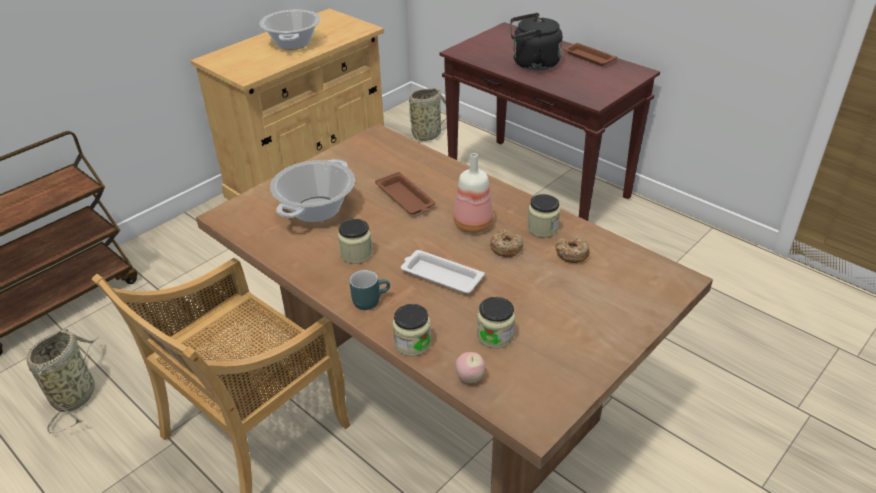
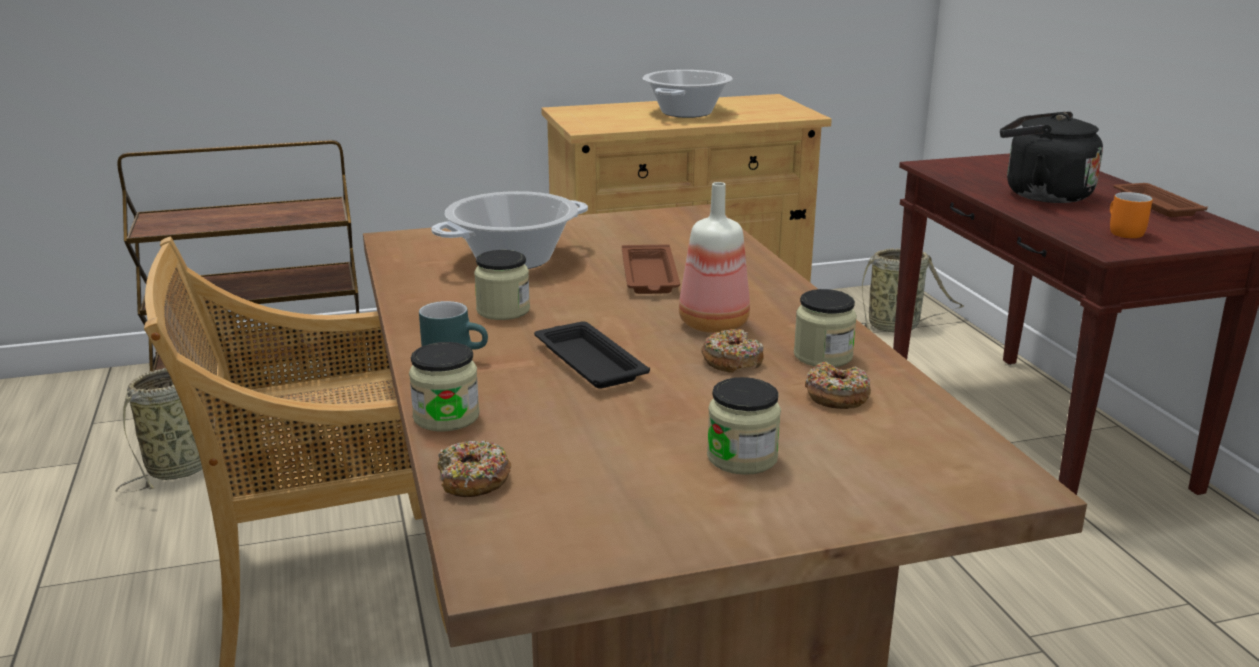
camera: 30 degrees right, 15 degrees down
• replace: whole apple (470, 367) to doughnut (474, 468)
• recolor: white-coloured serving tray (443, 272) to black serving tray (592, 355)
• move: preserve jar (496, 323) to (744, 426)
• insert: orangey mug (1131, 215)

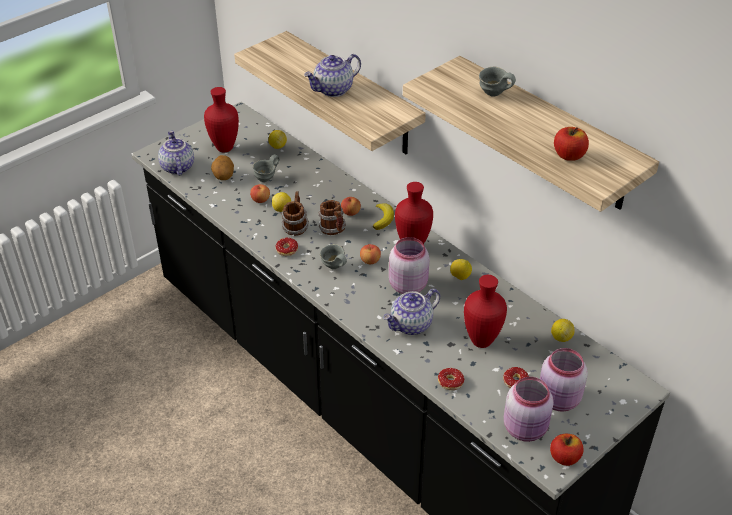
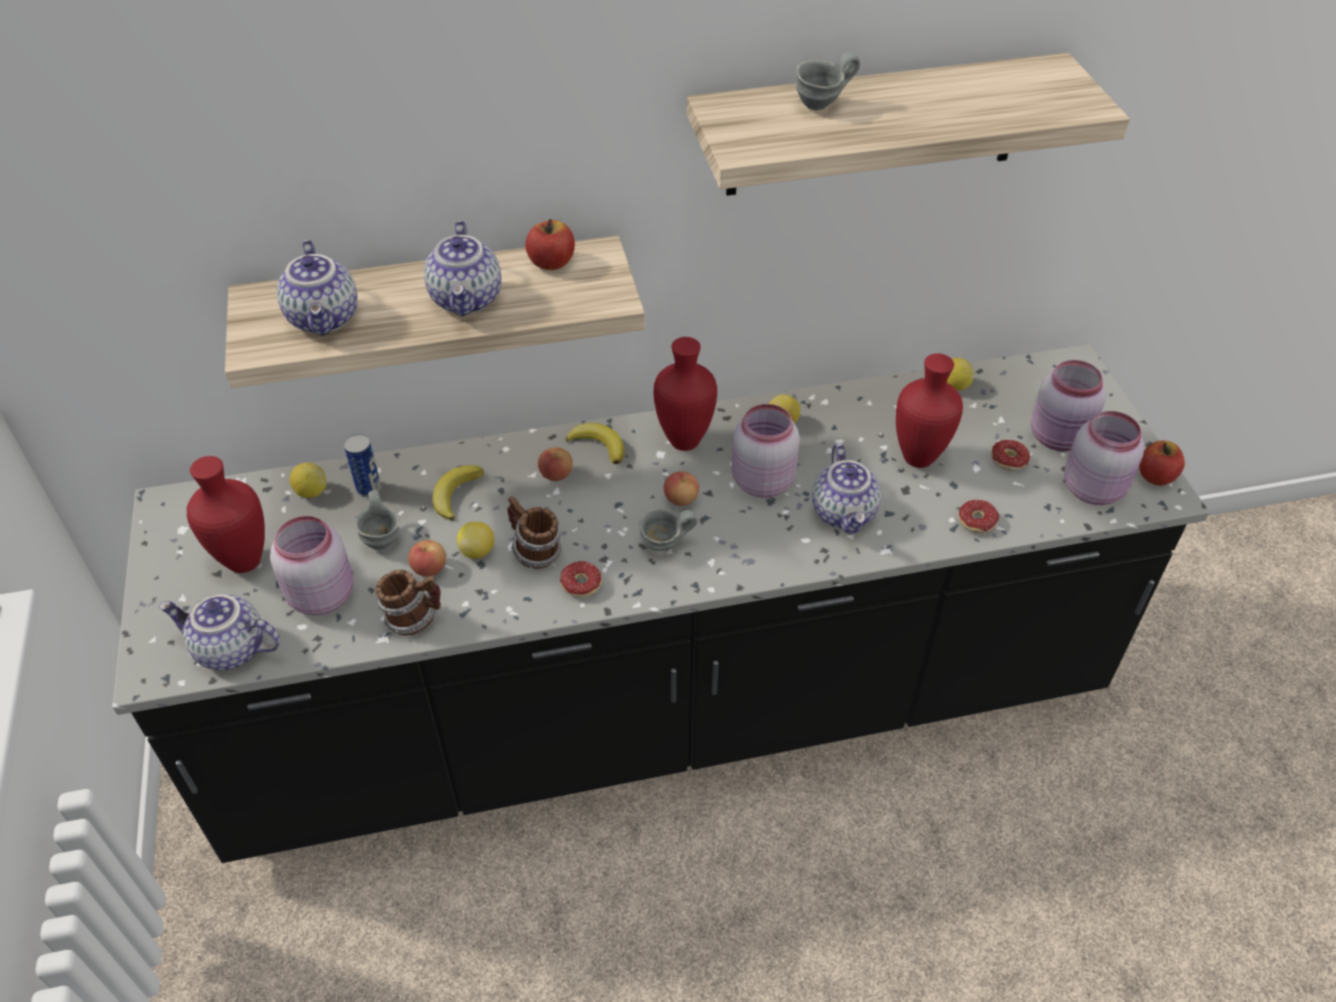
camera: 60 degrees left, 5 degrees up
• replace: potato (222, 167) to pink-coloured preserve jar (311, 566)
• insert: pot for tea (317, 287)
• insert: can (362, 465)
• move: mug (332, 217) to (408, 603)
• insert: whole banana (458, 493)
• move: whole apple (571, 144) to (550, 244)

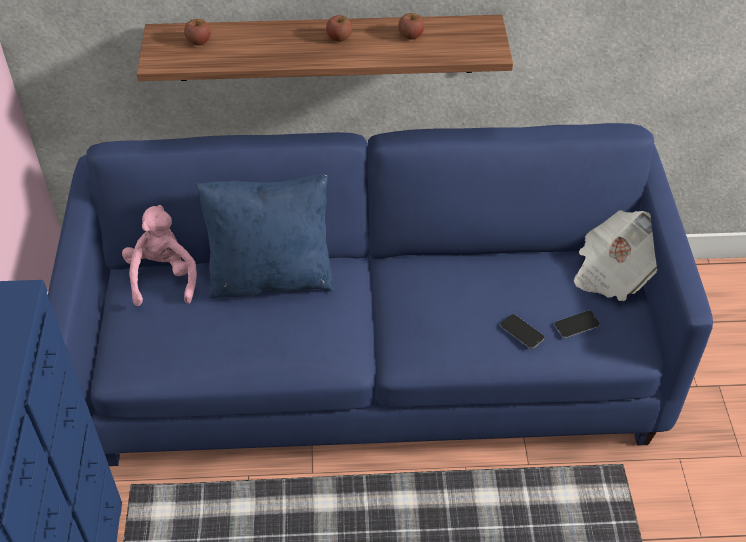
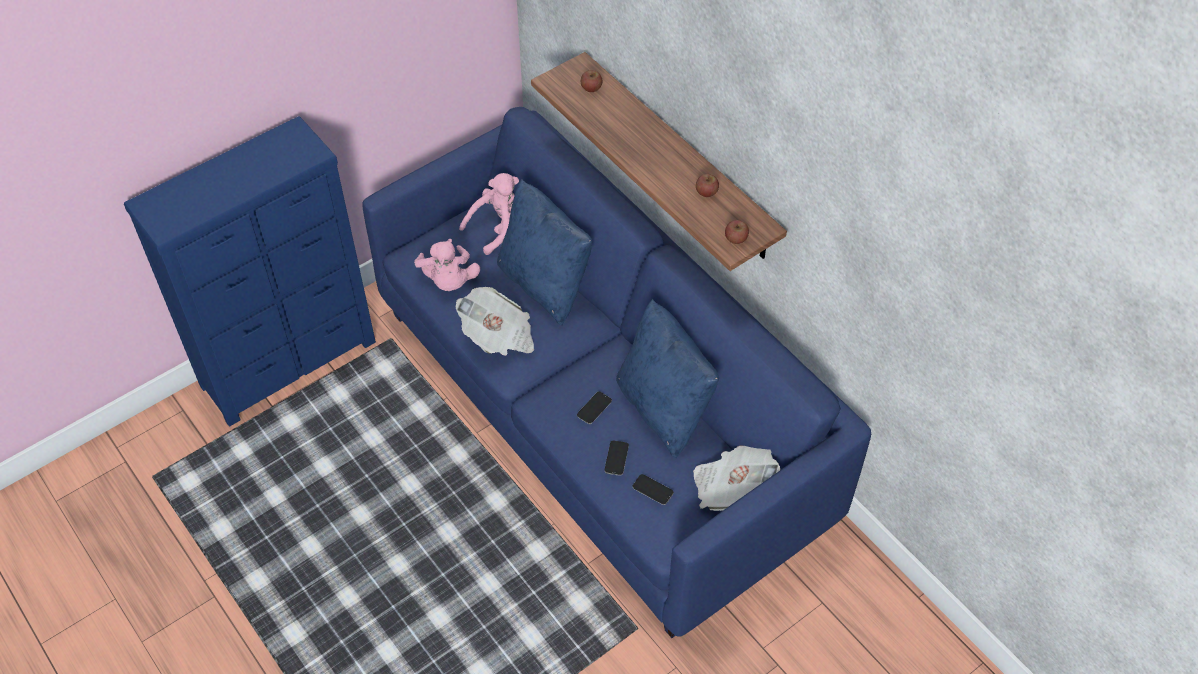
camera: 55 degrees right, 5 degrees up
• insert: pink-coloured cuddly toy (447, 265)
• insert: newspaper (495, 321)
• insert: phone (594, 407)
• insert: blue-coloured throw pillow (667, 379)
• move: whole apple (339, 28) to (737, 232)

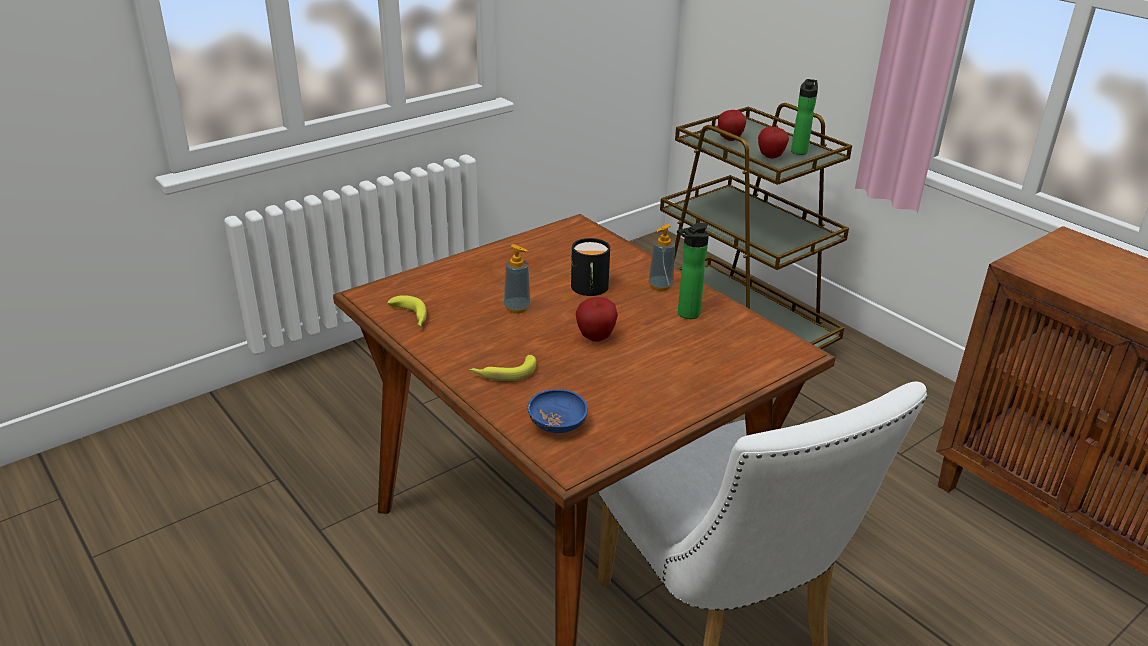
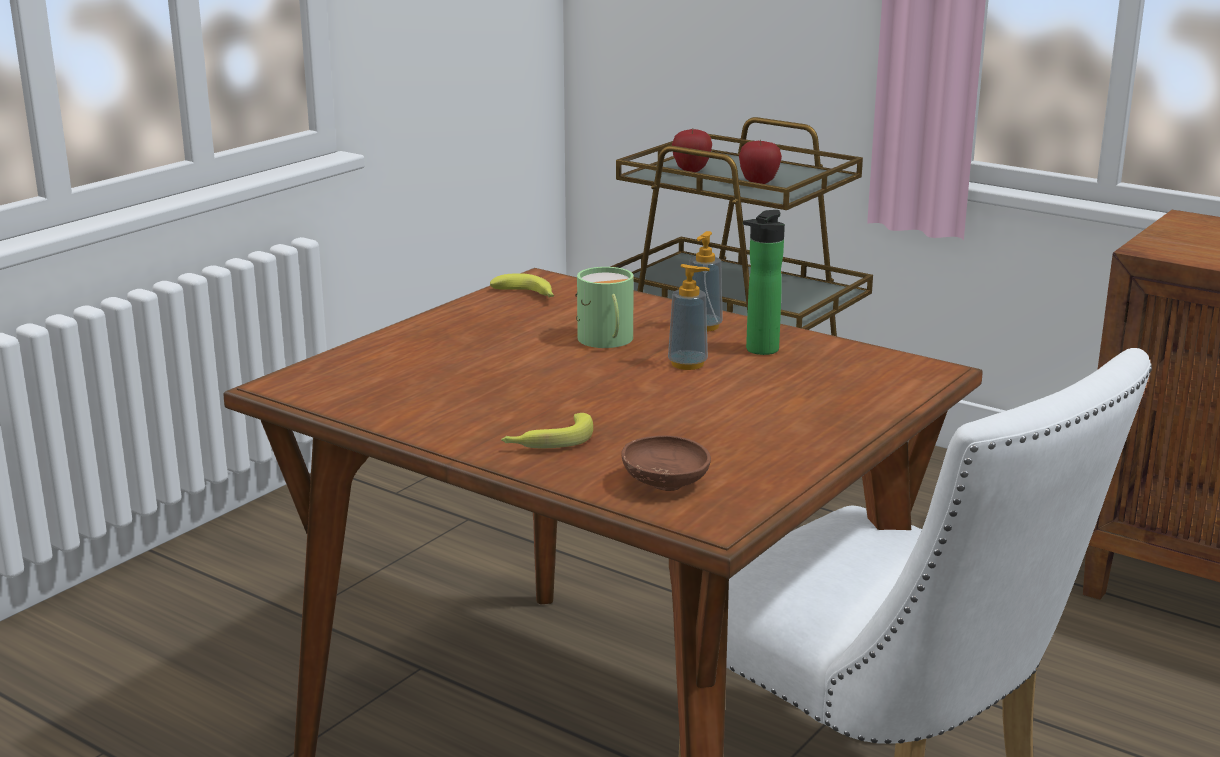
camera: 15 degrees left, 10 degrees down
• move: whole banana (407, 310) to (522, 285)
• recolor: black mug (590, 267) to green mug (605, 307)
• recolor: blue-coloured deep dish (558, 411) to brownish deep dish (666, 463)
• move: soap bottle (517, 279) to (689, 317)
• delete: whole apple (597, 319)
• delete: drink bottle (804, 117)

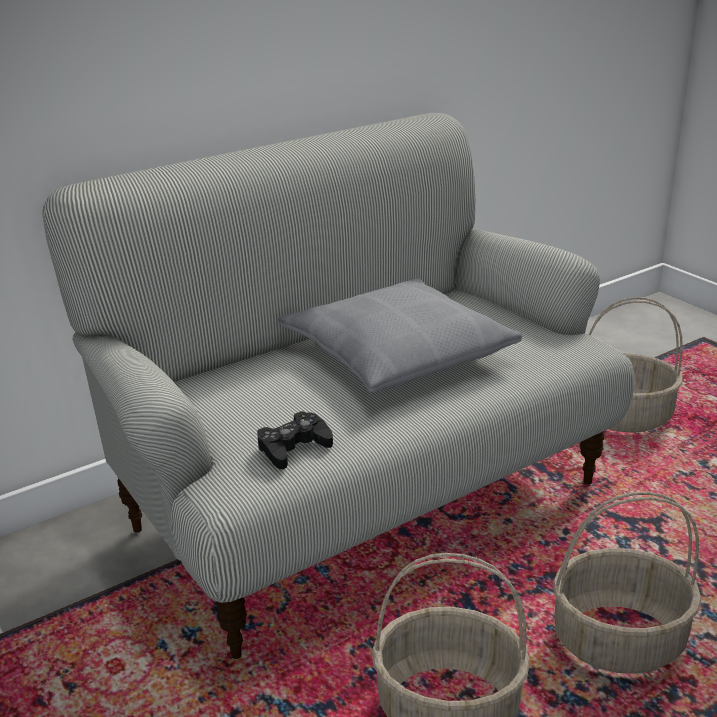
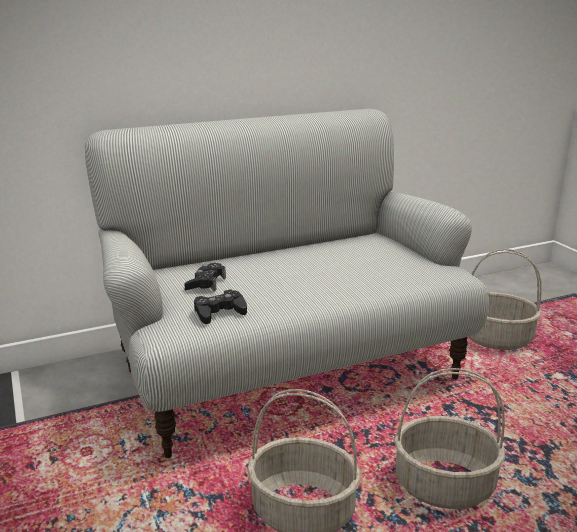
camera: 10 degrees right, 5 degrees down
• insert: black gamepad (205, 277)
• delete: greyish throw pillow (400, 335)

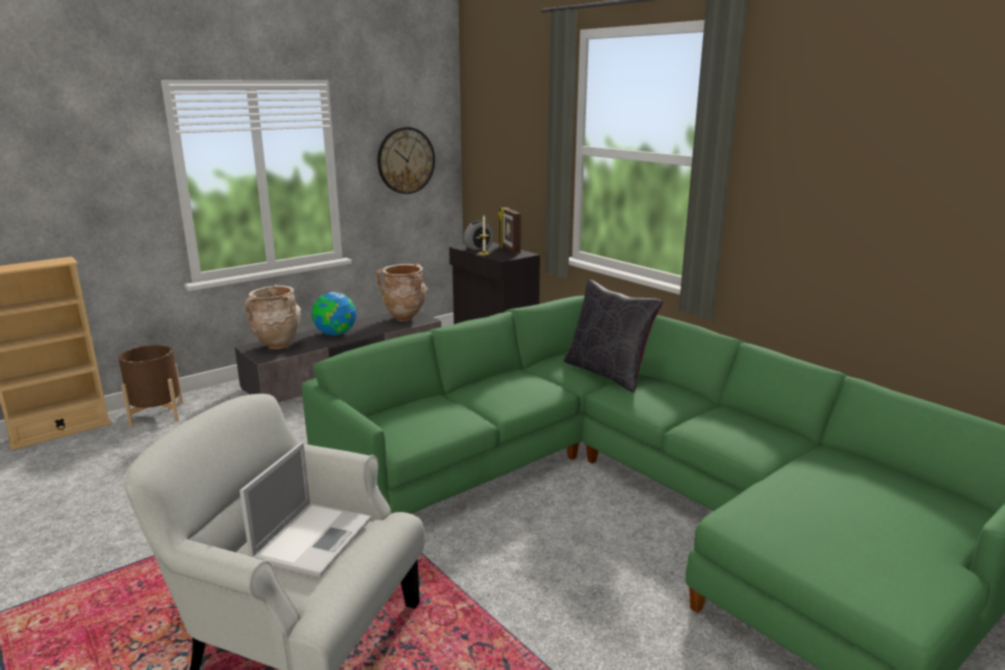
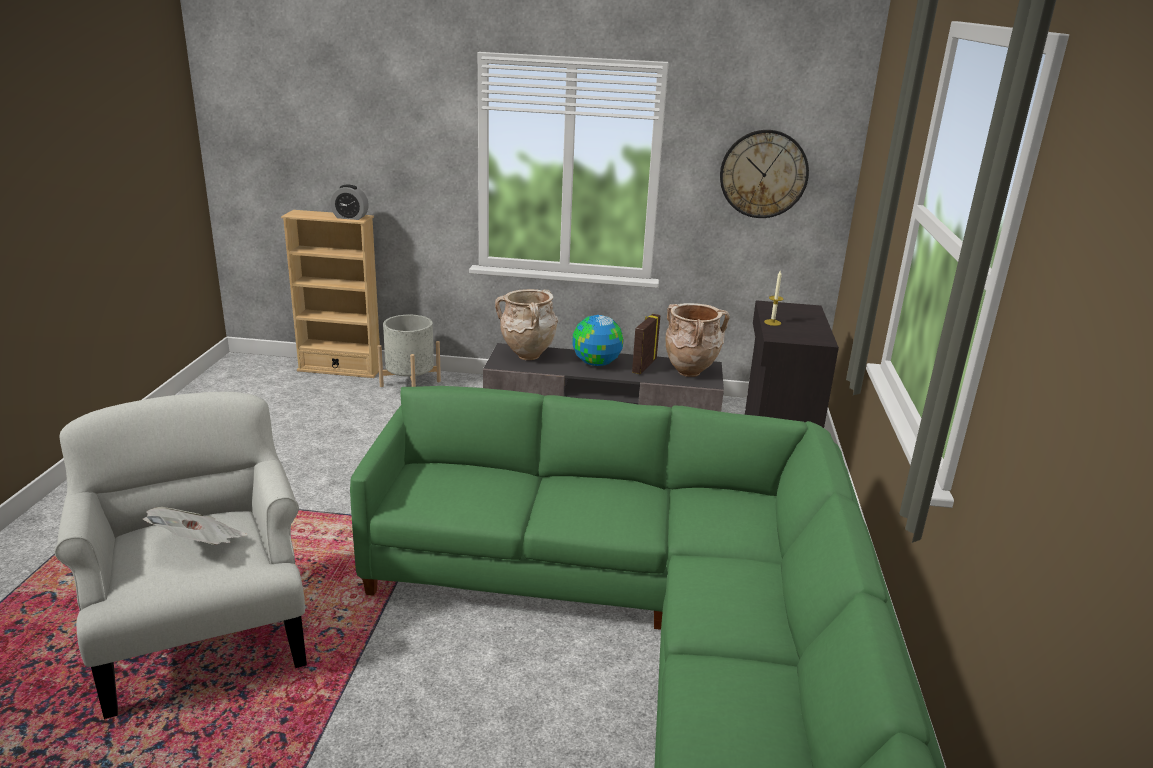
camera: 45 degrees right, 5 degrees up
• replace: notebook computer (305, 509) to newspaper (195, 526)
• move: bedside clock (478, 235) to (349, 202)
• recolor: brownish planter (150, 386) to greyish planter (409, 351)
• move: photo frame (509, 230) to (646, 344)
• delete: black throw pillow (613, 336)

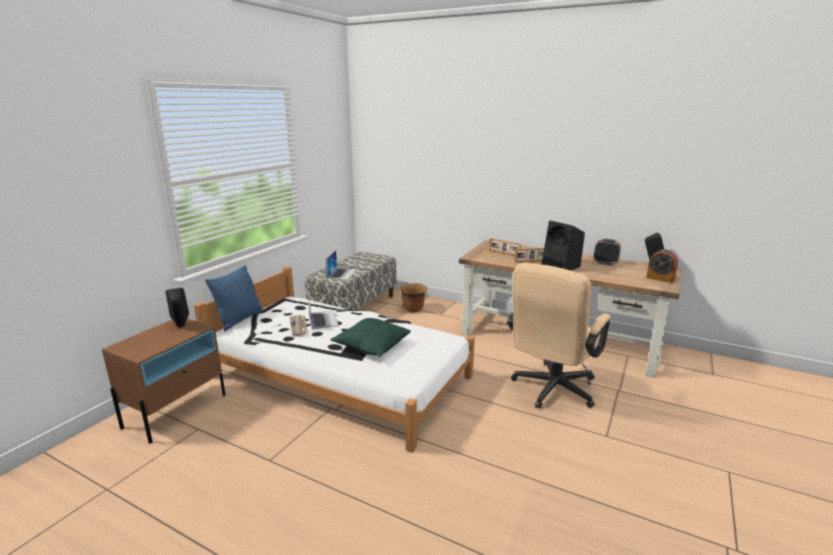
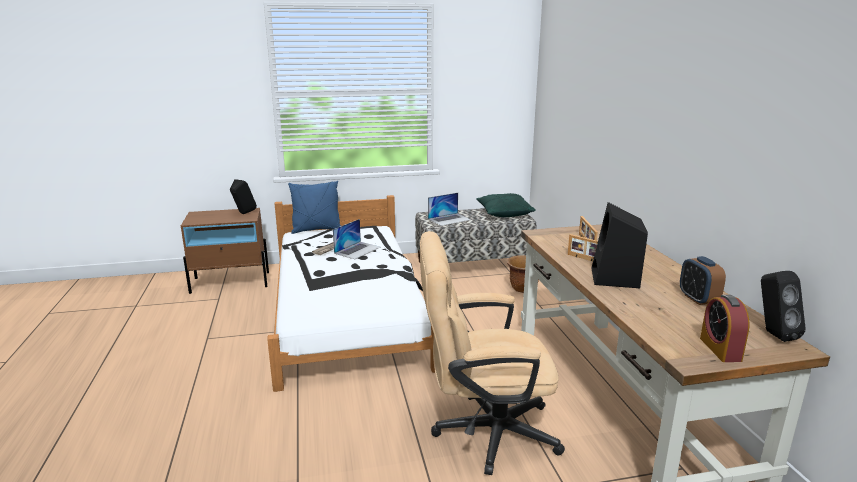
camera: 50 degrees right, 0 degrees up
• move: green throw pillow (370, 337) to (506, 205)

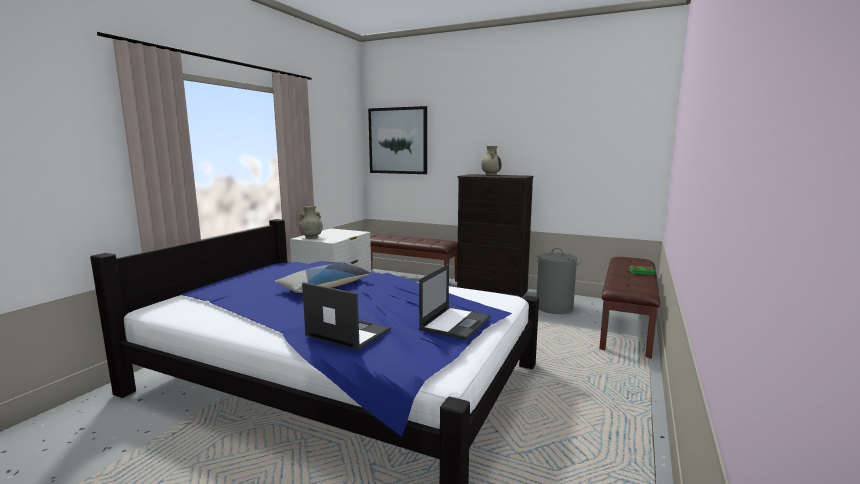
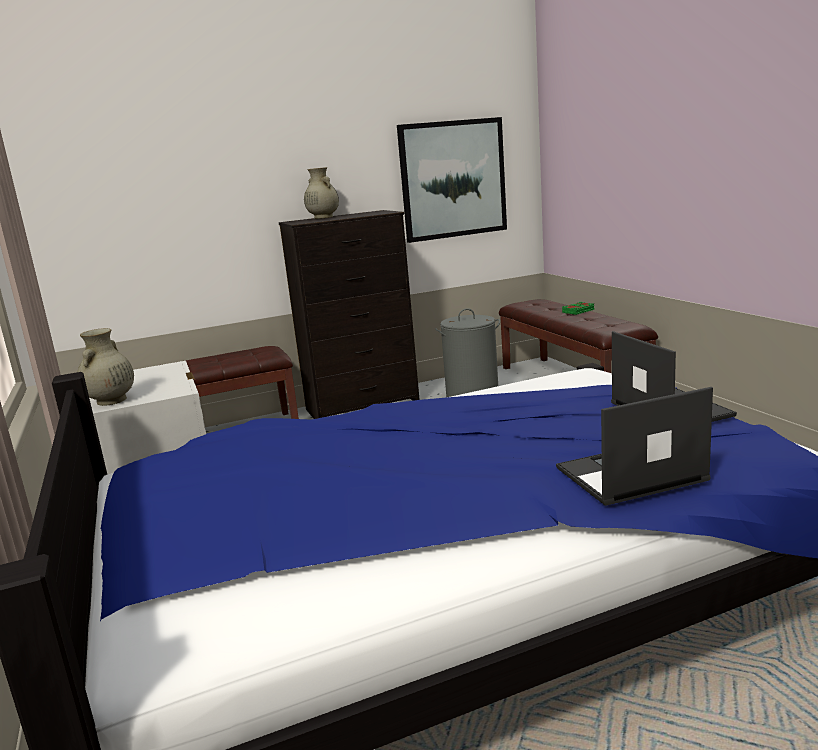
camera: 45 degrees left, 5 degrees up
• move: wall art (397, 140) to (452, 180)
• delete: throw pillow (323, 278)

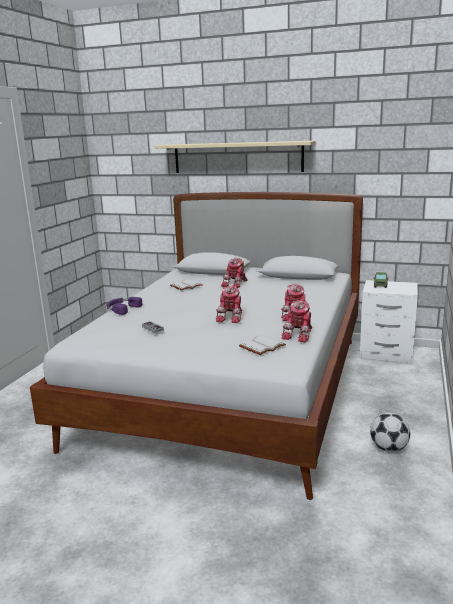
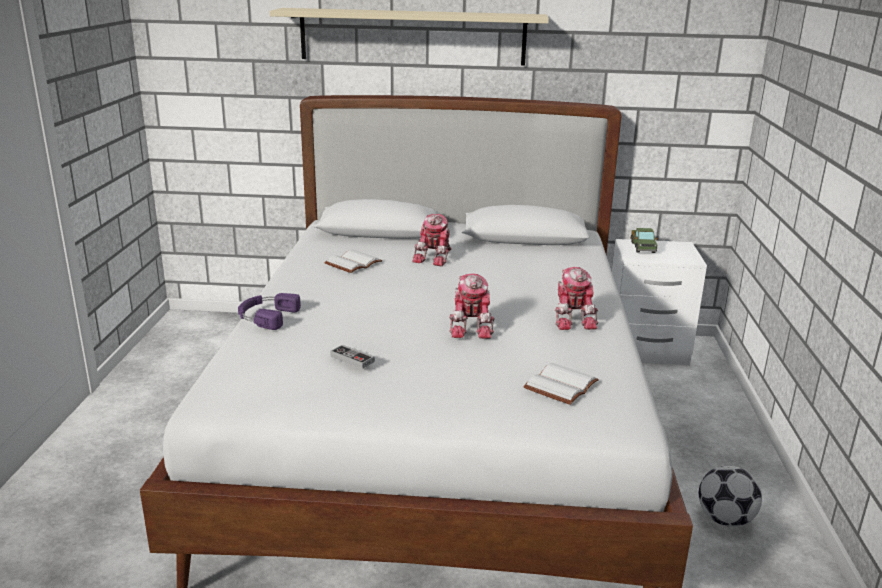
camera: 15 degrees left, 5 degrees up
• delete: robot figure (297, 321)

